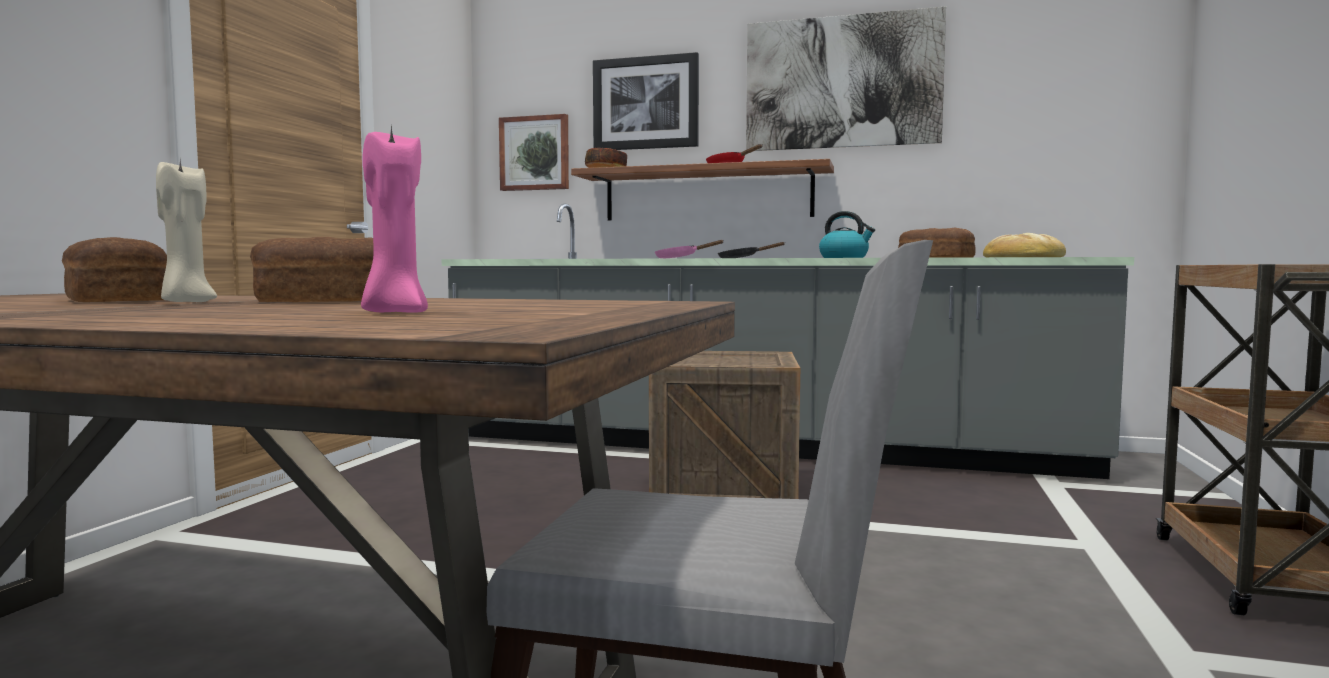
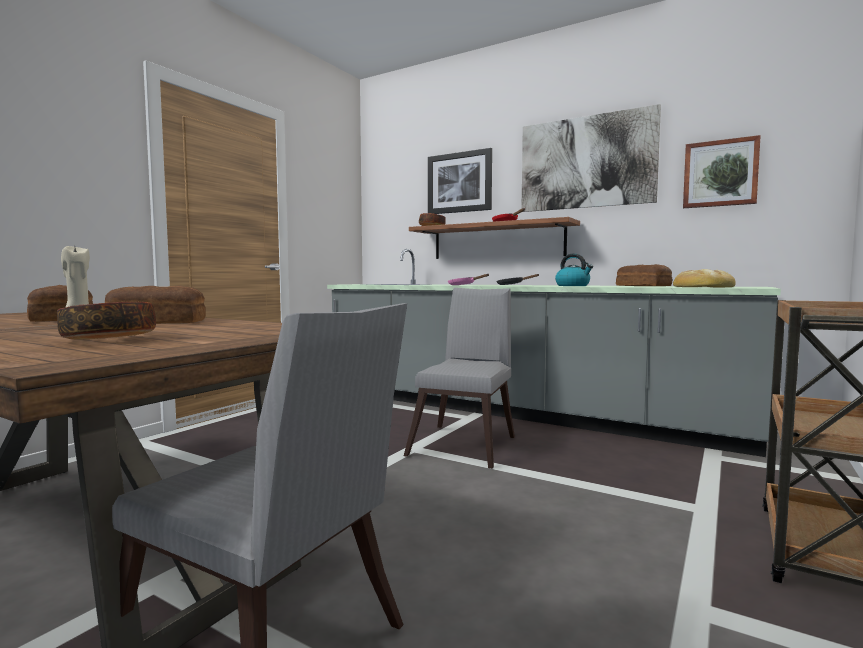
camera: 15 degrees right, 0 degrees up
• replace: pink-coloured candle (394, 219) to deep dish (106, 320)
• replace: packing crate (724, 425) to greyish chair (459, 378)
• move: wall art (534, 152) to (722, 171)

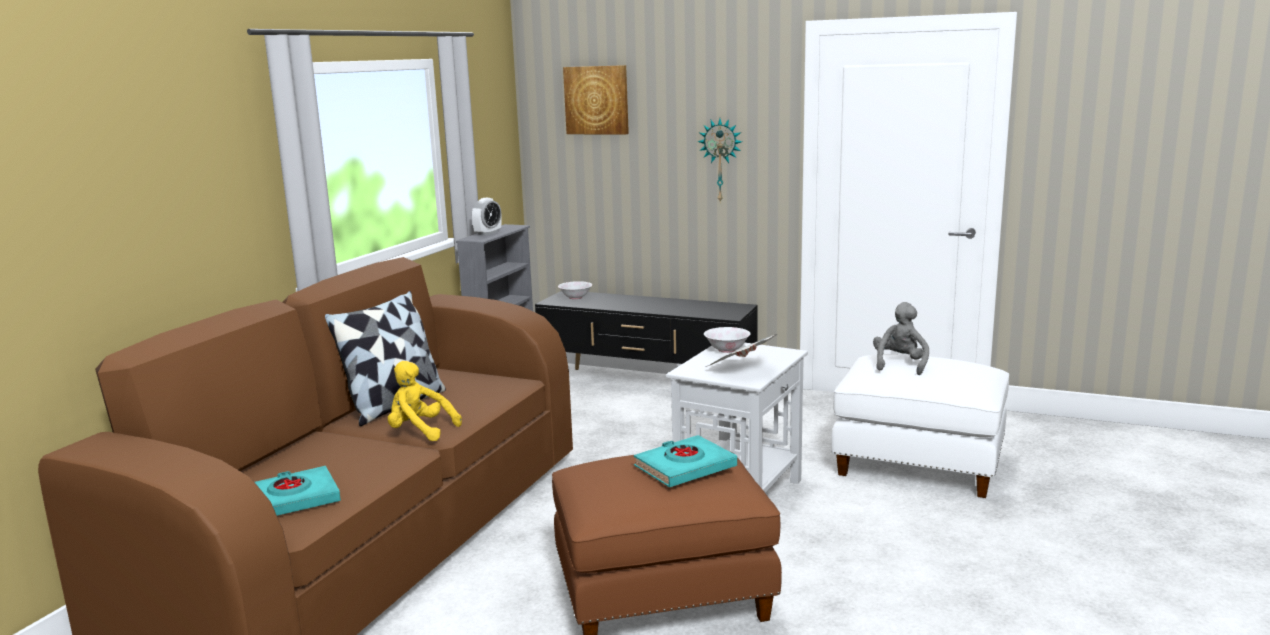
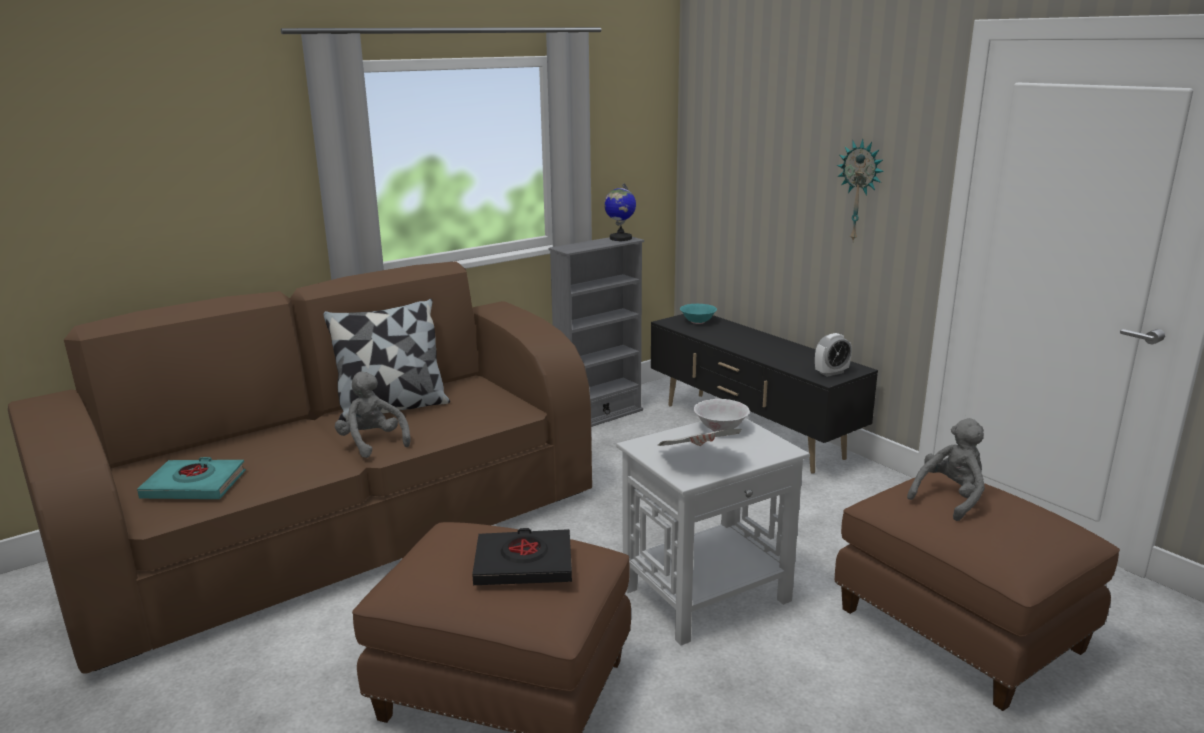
camera: 30 degrees right, 5 degrees up
• recolor: yellowish cuddly toy (425, 401) to greyish cuddly toy (373, 415)
• recolor: blue-green book (685, 461) to black book (522, 556)
• insert: desk globe (620, 212)
• recolor: white-coloured deep dish (575, 290) to blue-green deep dish (698, 314)
• move: bedside clock (487, 217) to (833, 355)
• recolor: white-coloured ottoman (920, 426) to brownish ottoman (977, 591)
• delete: wall art (596, 99)

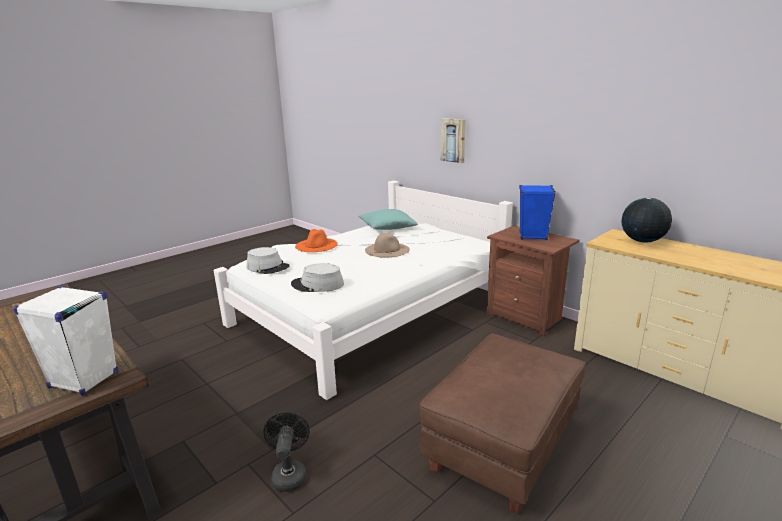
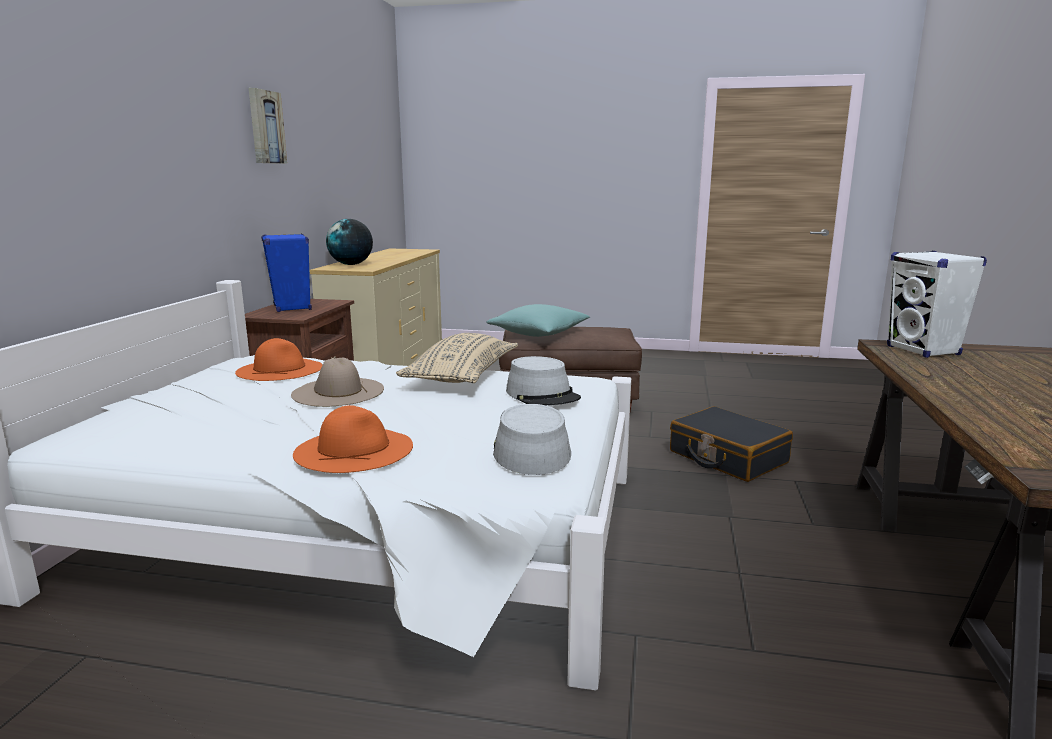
camera: 125 degrees left, 5 degrees down
• insert: orangey hat (279, 359)
• move: wall art (452, 140) to (268, 126)
• insert: sand-coloured throw pillow (457, 358)
• move: blue-green throw pillow (388, 219) to (538, 320)
• replace: black electric fan (287, 452) to black piece of luggage (731, 444)

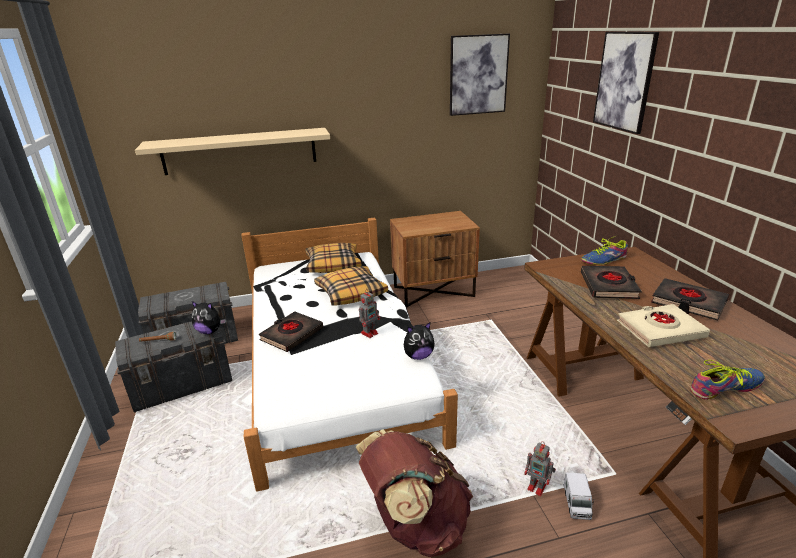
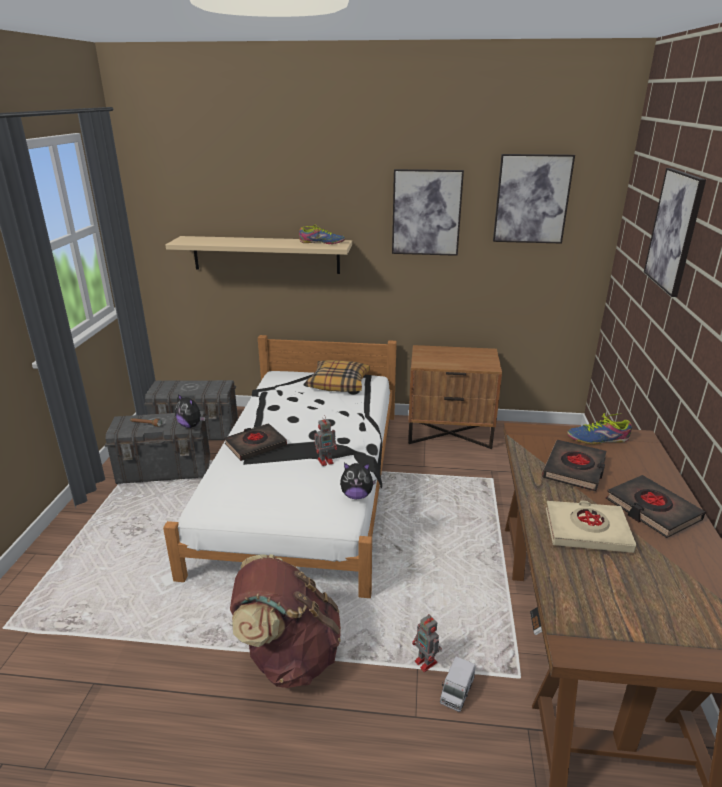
camera: 20 degrees right, 0 degrees up
• move: item of footwear (727, 380) to (322, 234)
• insert: wall art (428, 212)
• delete: throw pillow (351, 286)

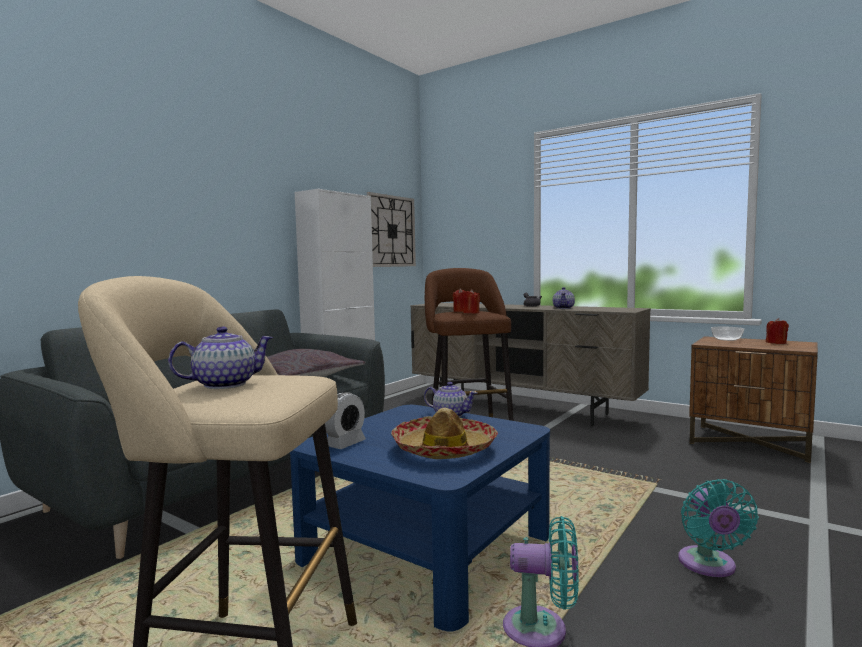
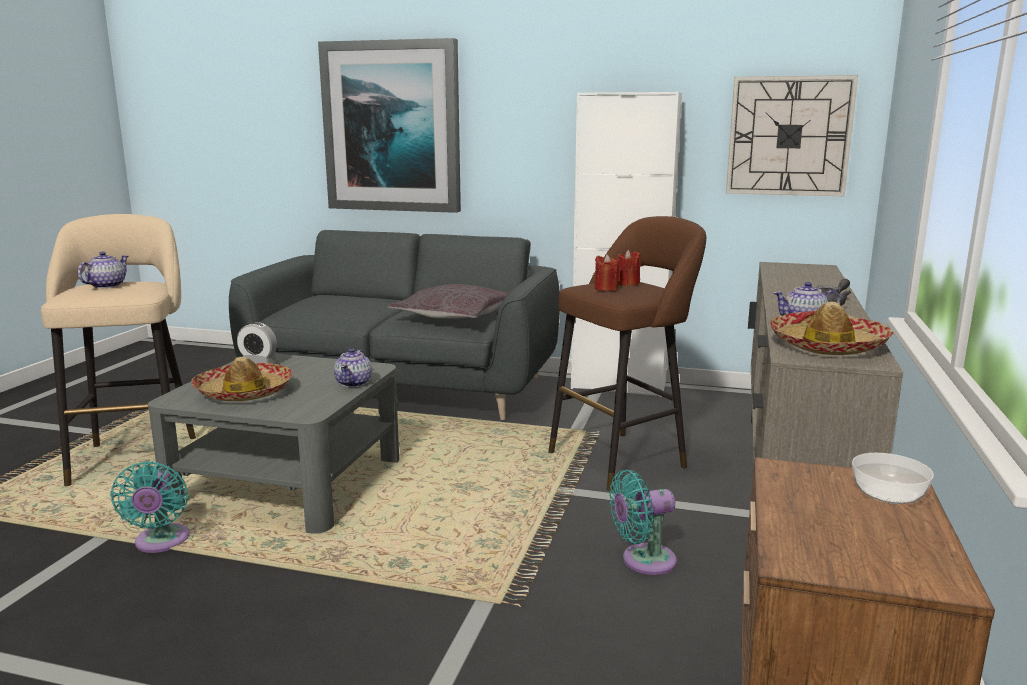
camera: 70 degrees right, 10 degrees up
• rotate: pot for tea (221, 357) = (103, 269) 105 degrees counterclockwise
• recolor: blue-coloured coffee table (420, 518) to greyish coffee table (273, 443)
• insert: wall art (389, 125)
• move: blue-green electric fan (718, 528) to (643, 522)
• insert: hat (832, 328)
• delete: red candle (777, 331)

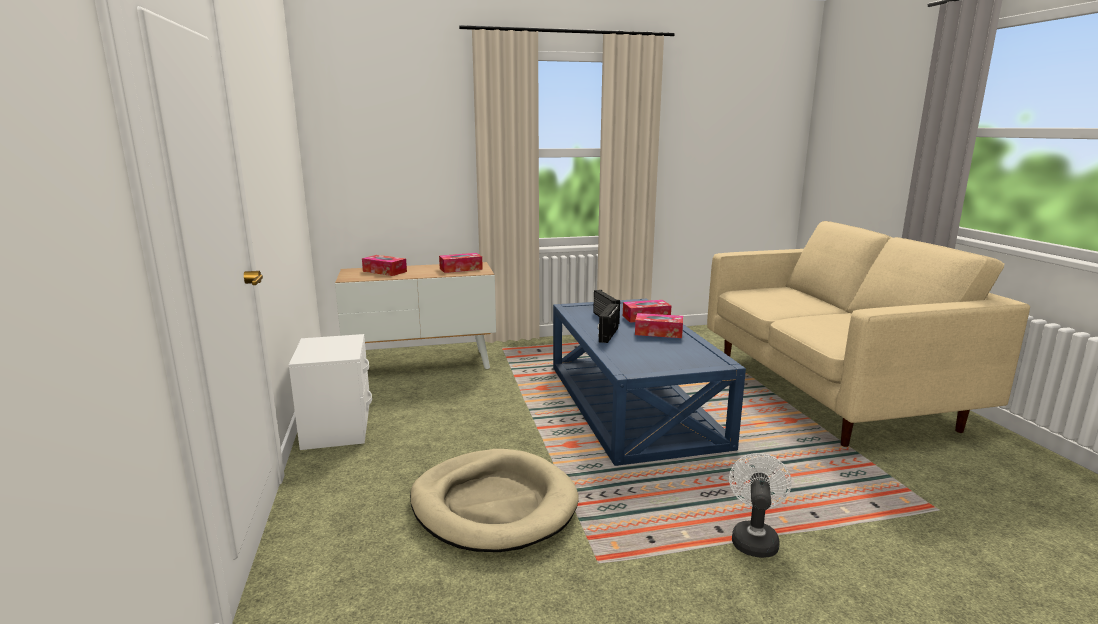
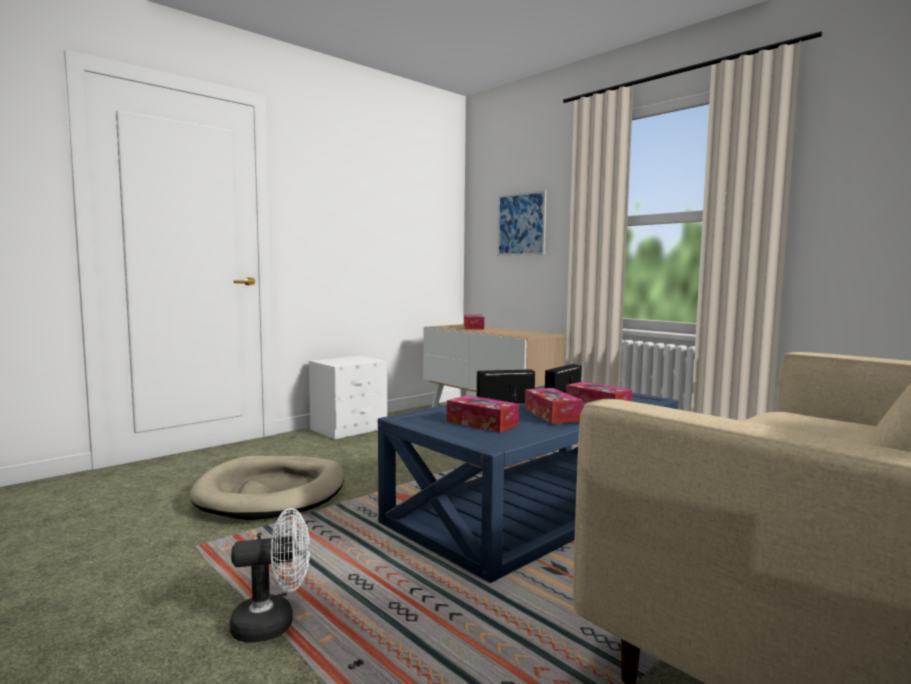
camera: 60 degrees right, 10 degrees down
• move: tissue holder (461, 263) to (483, 414)
• insert: wall art (521, 223)

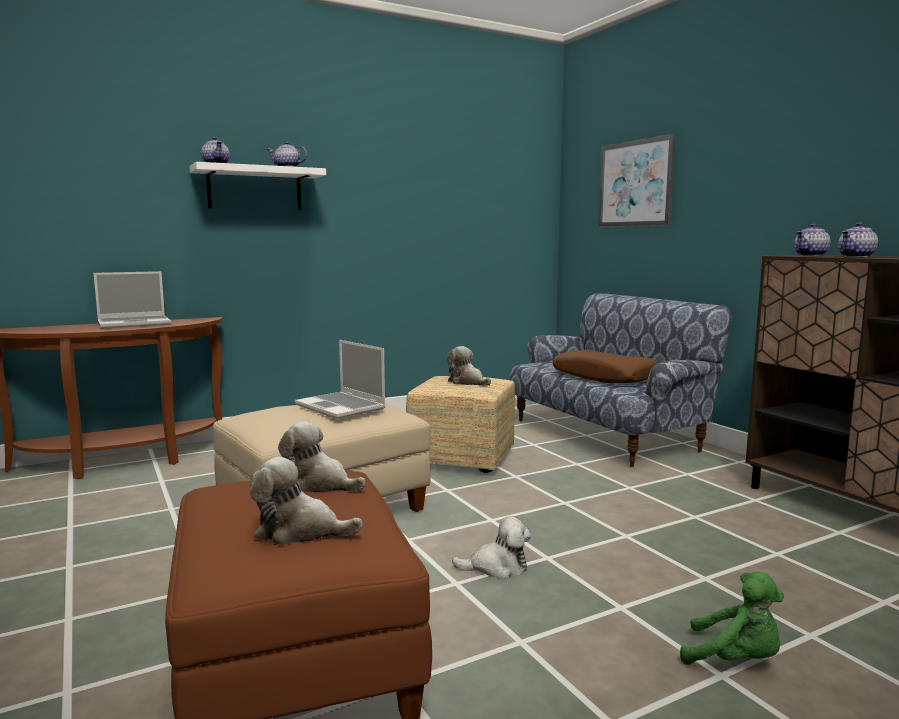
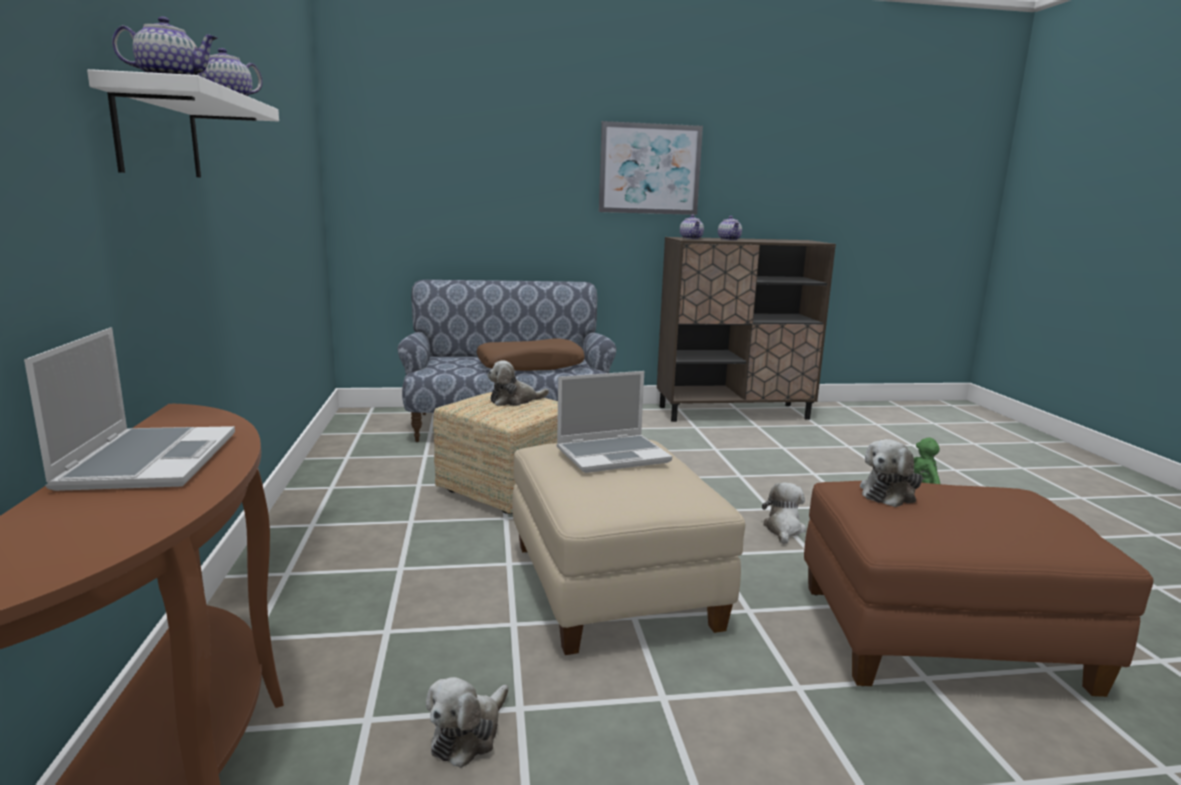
camera: 70 degrees left, 5 degrees up
• move: cuddly toy (306, 501) to (467, 722)
• move: wall art (637, 180) to (651, 168)

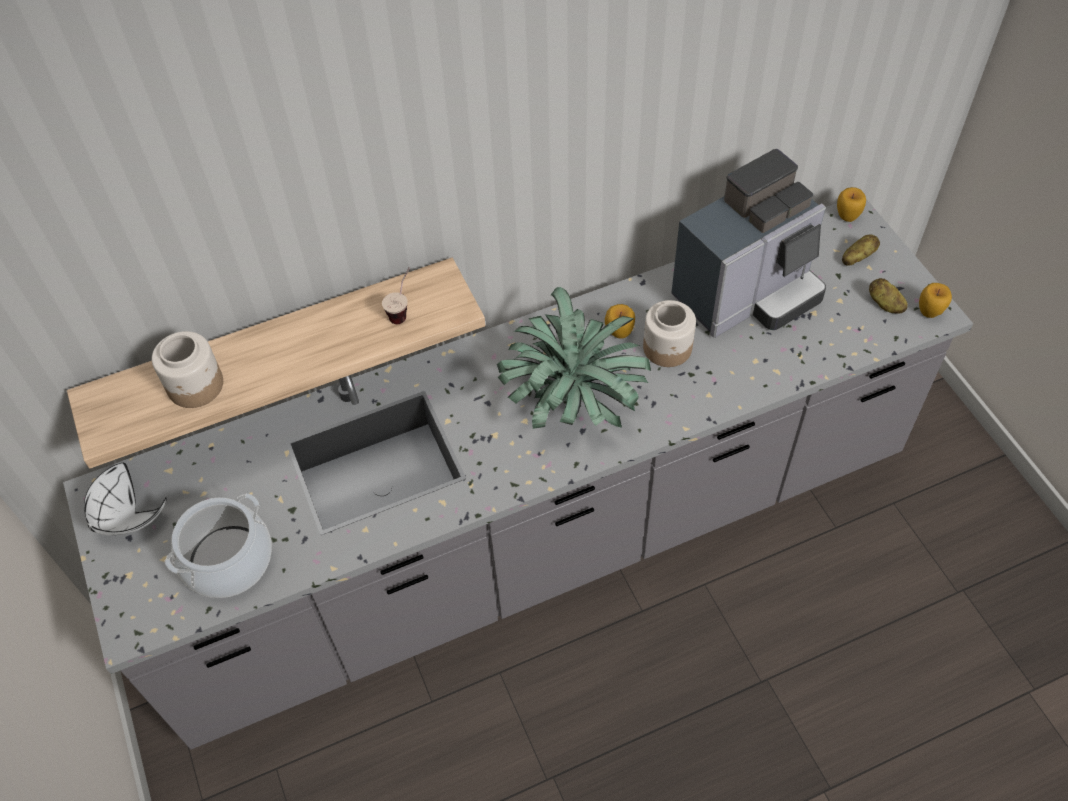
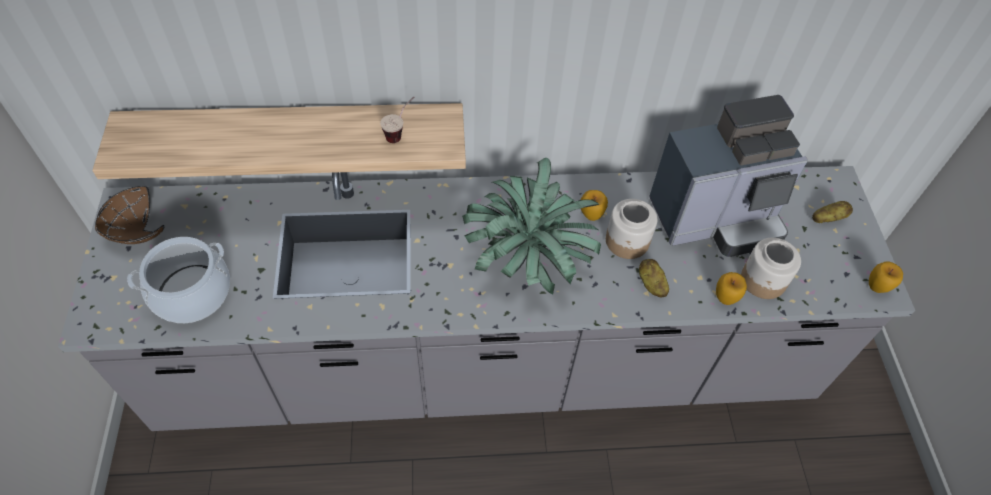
camera: 15 degrees right, 0 degrees up
• recolor: white-coloured deep dish (125, 499) to brownish deep dish (129, 215)
• move: potato (888, 295) to (654, 278)
• move: whole apple (851, 204) to (731, 288)
• move: preserve jar (187, 369) to (771, 268)

